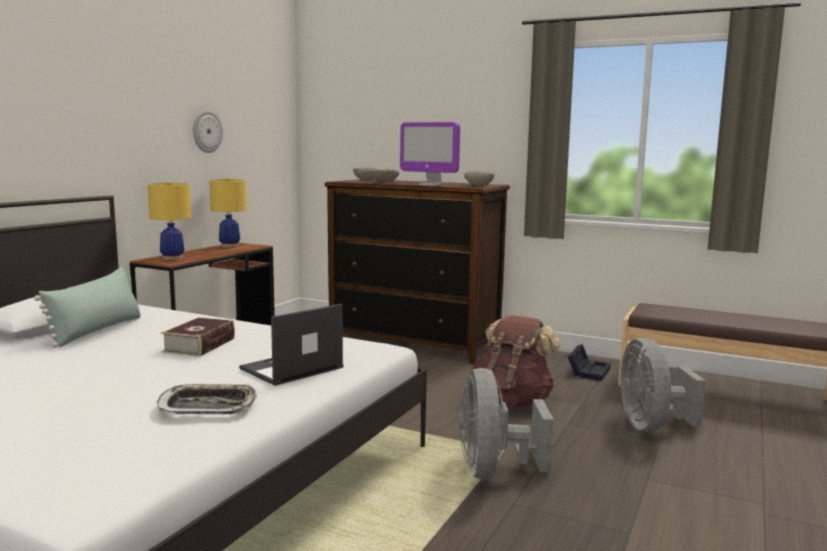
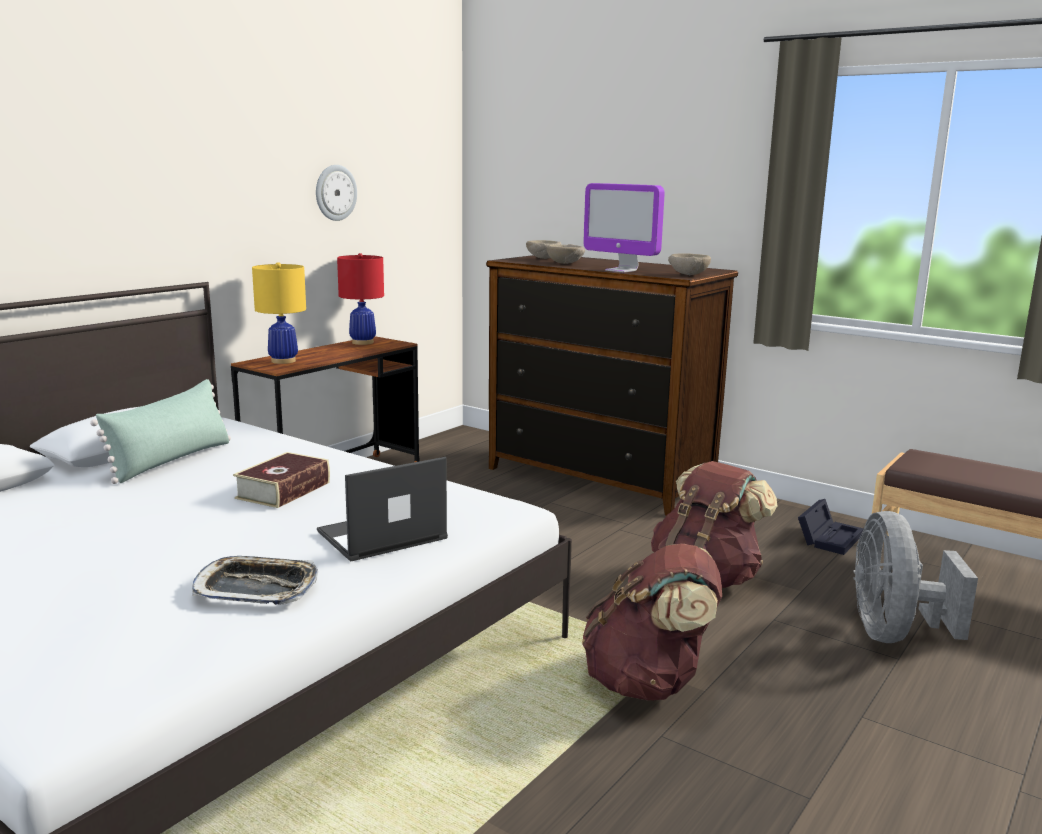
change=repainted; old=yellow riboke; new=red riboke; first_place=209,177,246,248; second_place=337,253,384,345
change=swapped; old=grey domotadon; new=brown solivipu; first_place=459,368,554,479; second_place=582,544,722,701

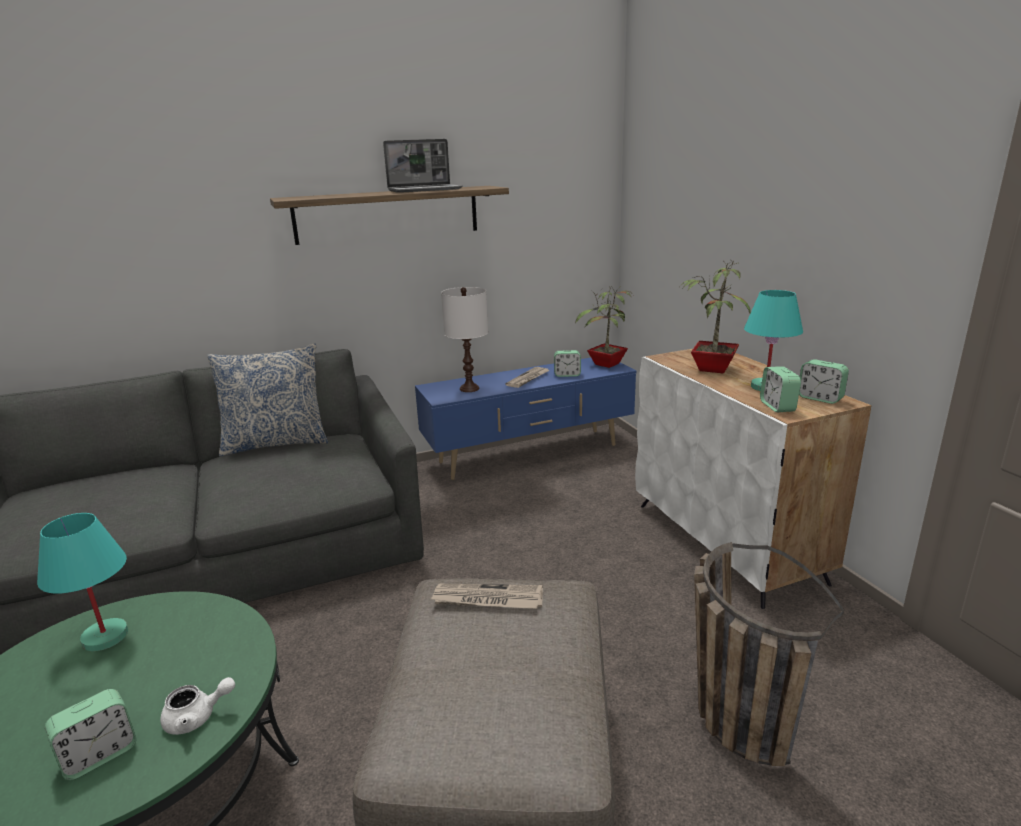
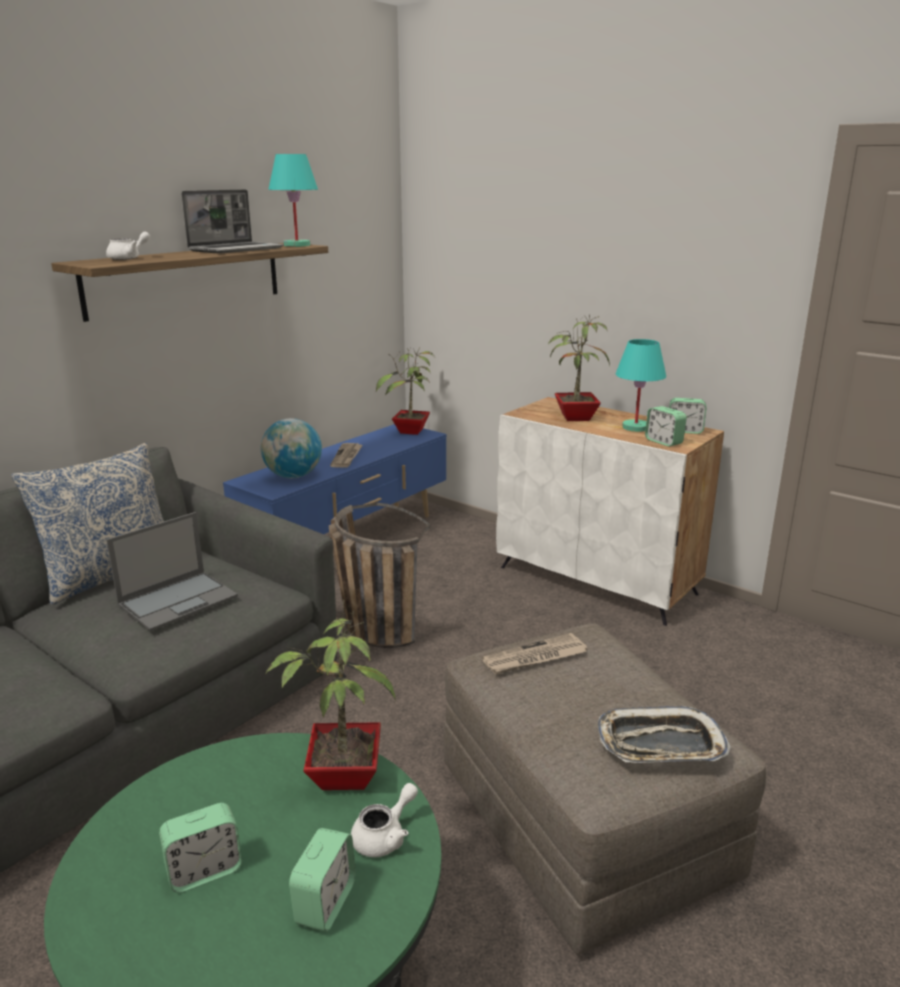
change=swapped; old=white riboke; new=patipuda; first_place=441,287,488,392; second_place=261,418,322,478
change=shifted; old=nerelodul; first_place=554,350,581,377; second_place=159,803,242,893
change=shifted; old=turquoise riboke; first_place=37,513,128,651; second_place=268,154,318,247
change=shifted; old=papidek; first_place=694,542,844,766; second_place=329,503,431,648
change=new; new=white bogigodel; second_place=106,232,150,260
change=new; new=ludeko; second_place=106,512,238,632
change=new; new=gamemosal; second_place=265,599,395,790
change=new; new=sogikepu; second_place=598,706,731,763

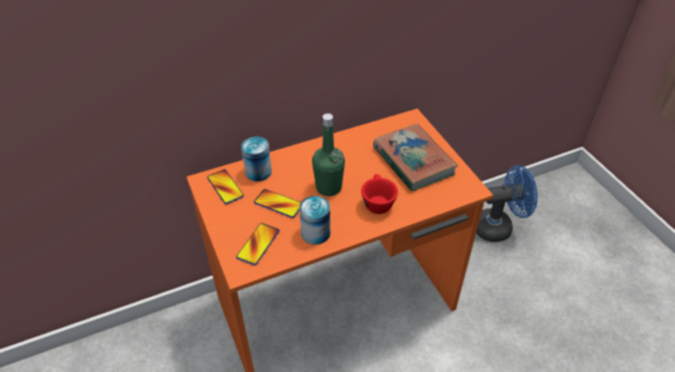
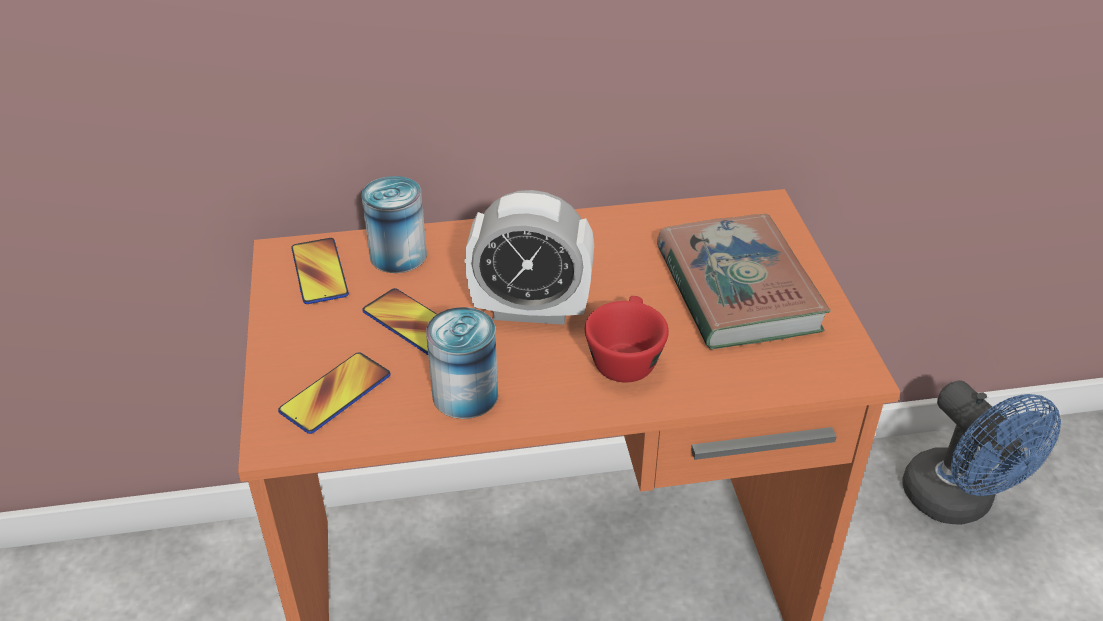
change=swapped; old=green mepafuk; new=nerelodul; first_place=312,113,345,196; second_place=465,190,594,325
change=rotated; old=blue domotadon; first_place=476,165,538,242; second_place=902,380,1061,525; degrees=60

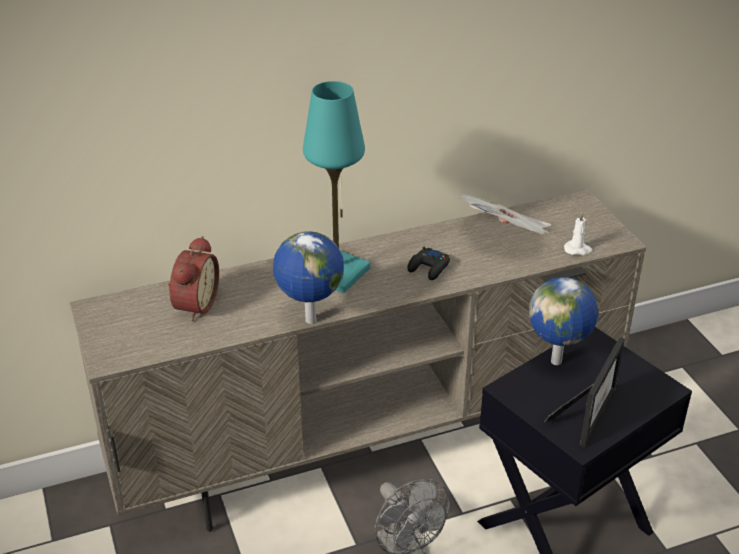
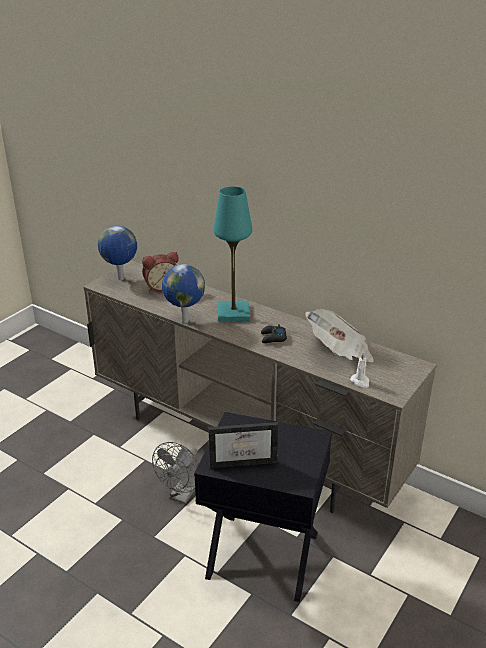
change=shifted; old=patipuda; first_place=529,277,599,365; second_place=98,226,137,280

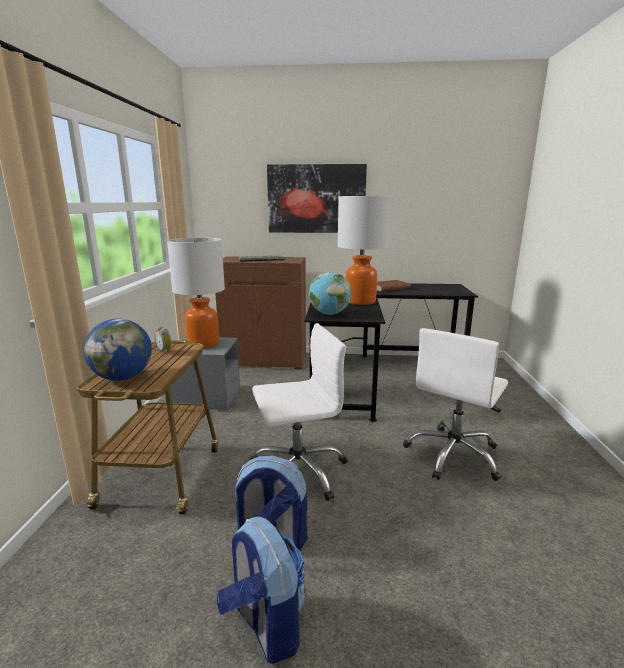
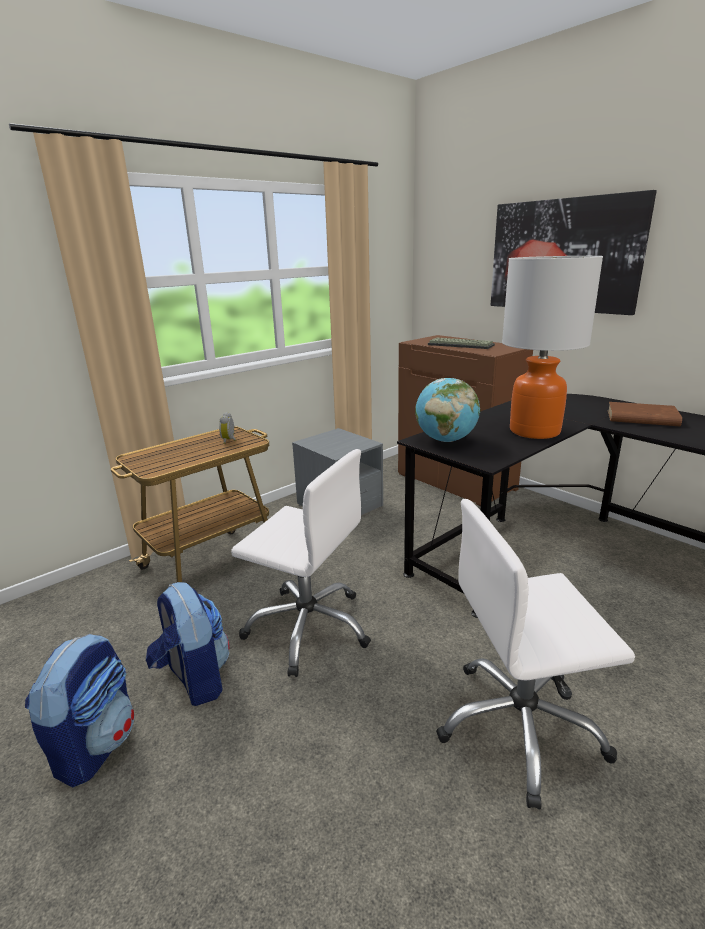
change=gone; old=riboke; first_place=167,238,225,348
change=gone; old=patipuda; first_place=83,319,152,381

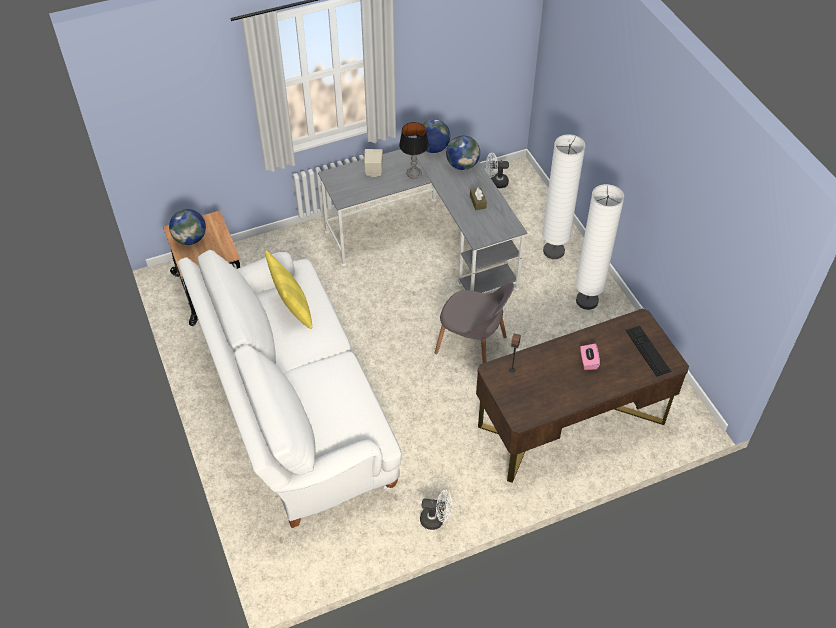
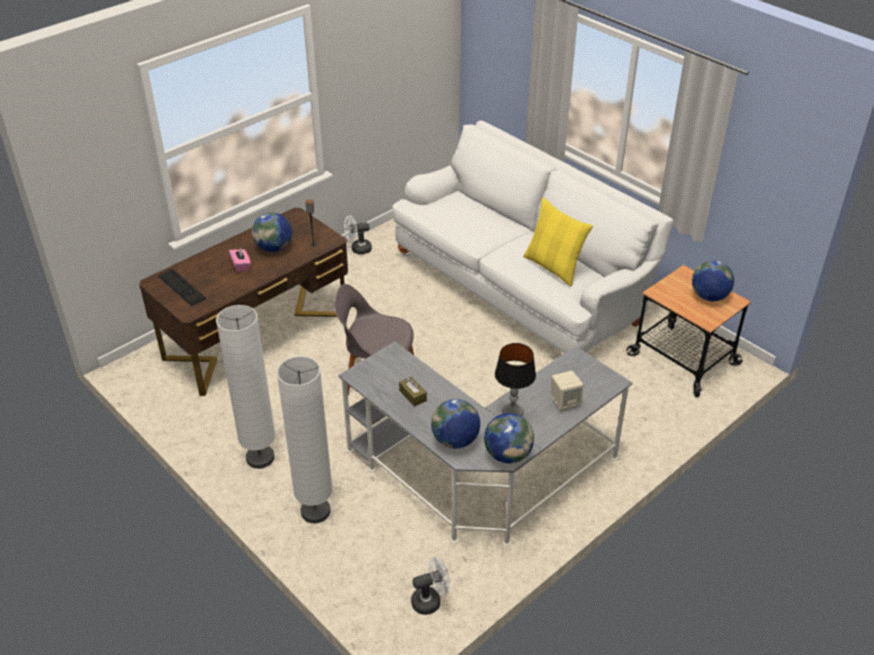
change=new; new=patipuda; second_place=252,212,292,252

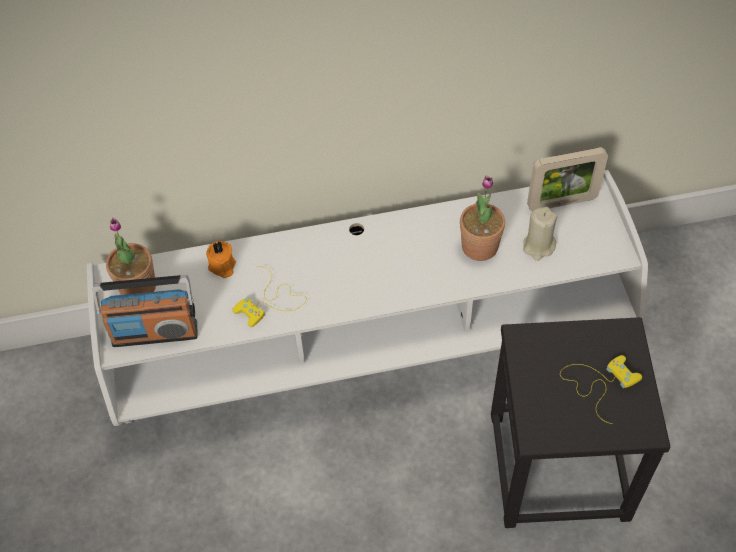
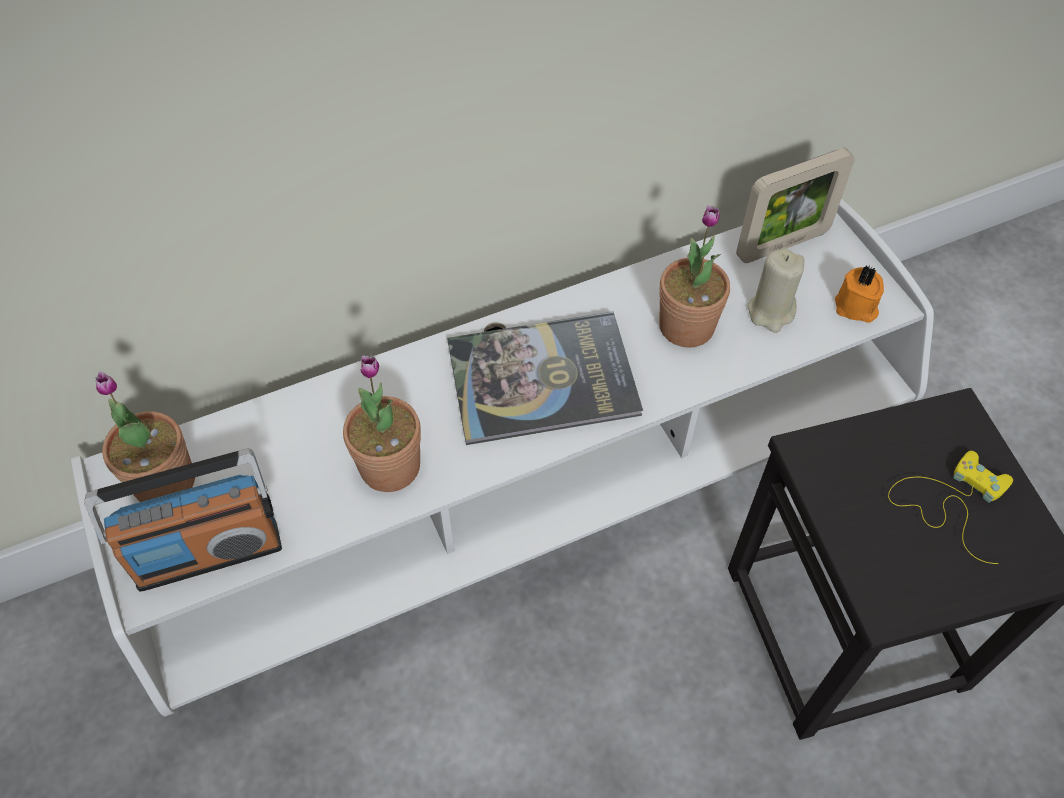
change=shifted; old=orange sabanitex; first_place=206,241,236,278; second_place=835,265,884,323
change=swapped; old=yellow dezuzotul; new=gamemosal; first_place=232,266,307,327; second_place=343,356,421,492
change=new; new=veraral; second_place=447,312,643,445

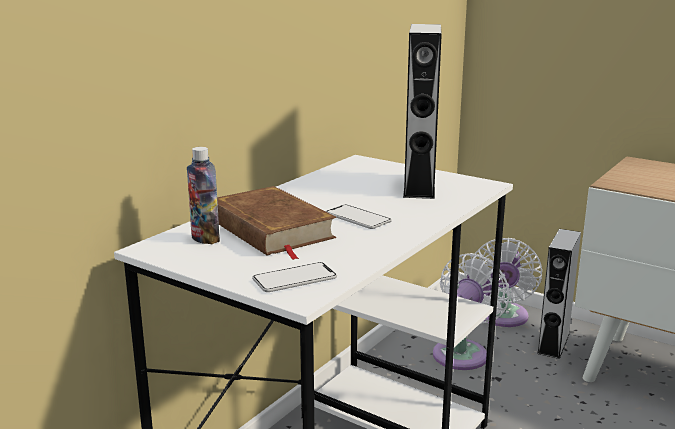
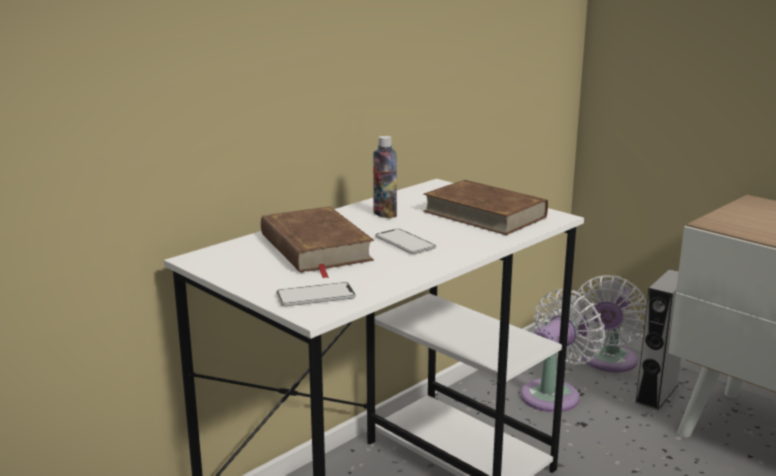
change=swapped; old=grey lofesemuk; new=brown veraral; first_place=403,24,442,199; second_place=423,180,548,235
change=shifted; old=mepafuk; first_place=187,147,220,244; second_place=373,136,397,218

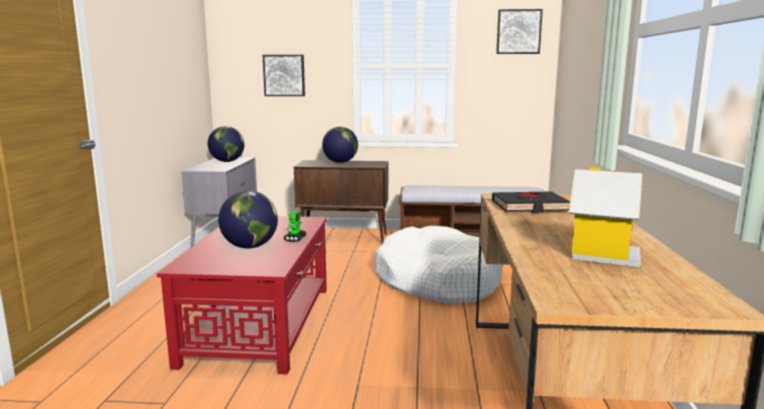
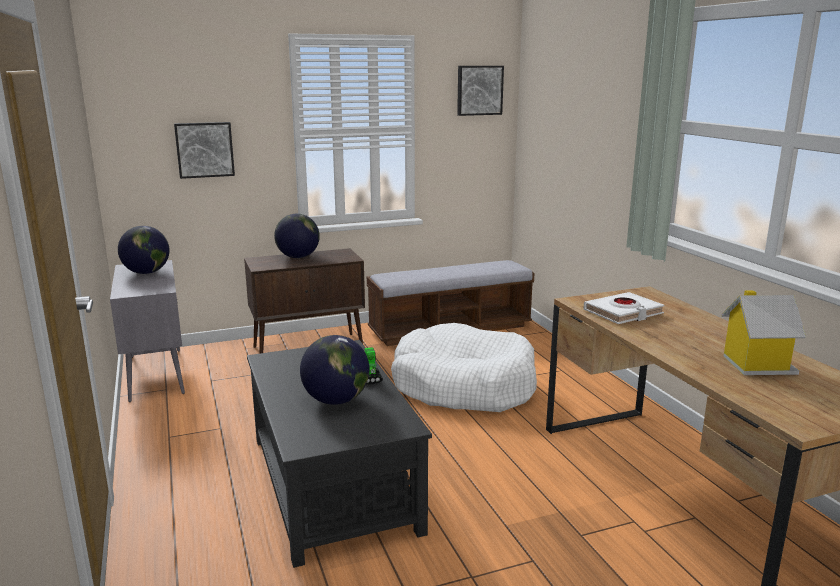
change=repainted; old=black veraral; new=white veraral; first_place=492,192,570,213; second_place=583,292,664,324
change=repainted; old=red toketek; new=black toketek; first_place=157,216,327,375; second_place=247,340,432,568

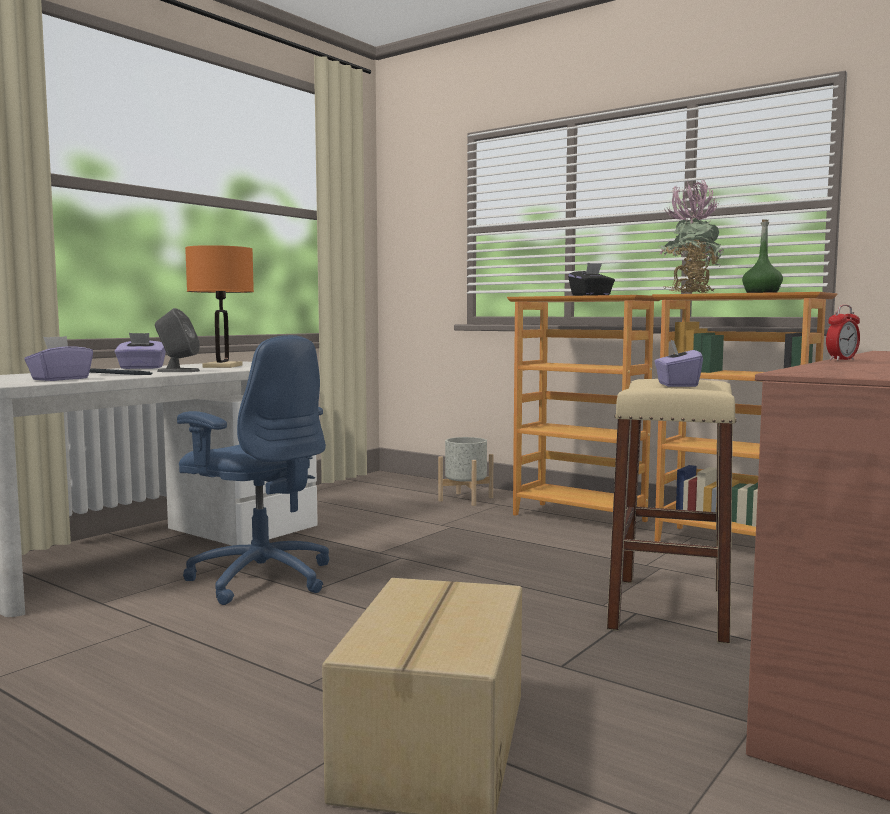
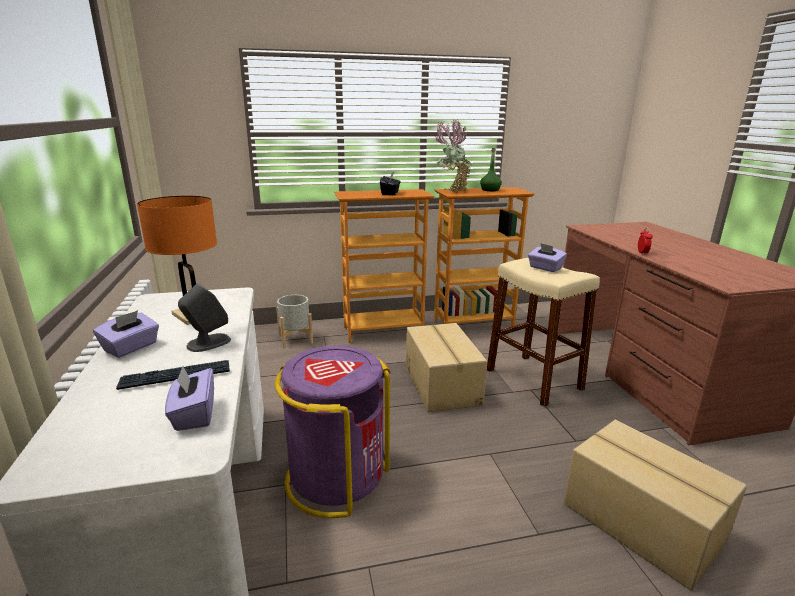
change=swapped; old=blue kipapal; new=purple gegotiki; first_place=177,335,329,605; second_place=275,345,391,518
change=new; new=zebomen; second_place=406,323,487,412

